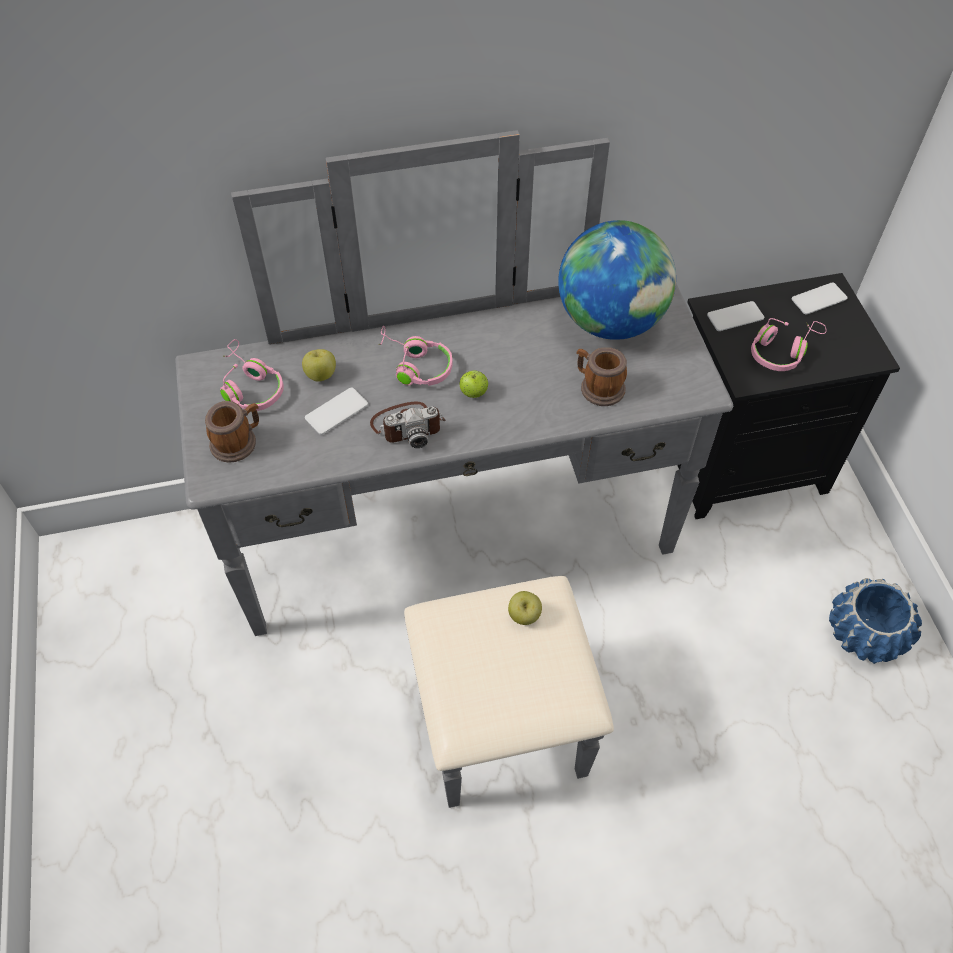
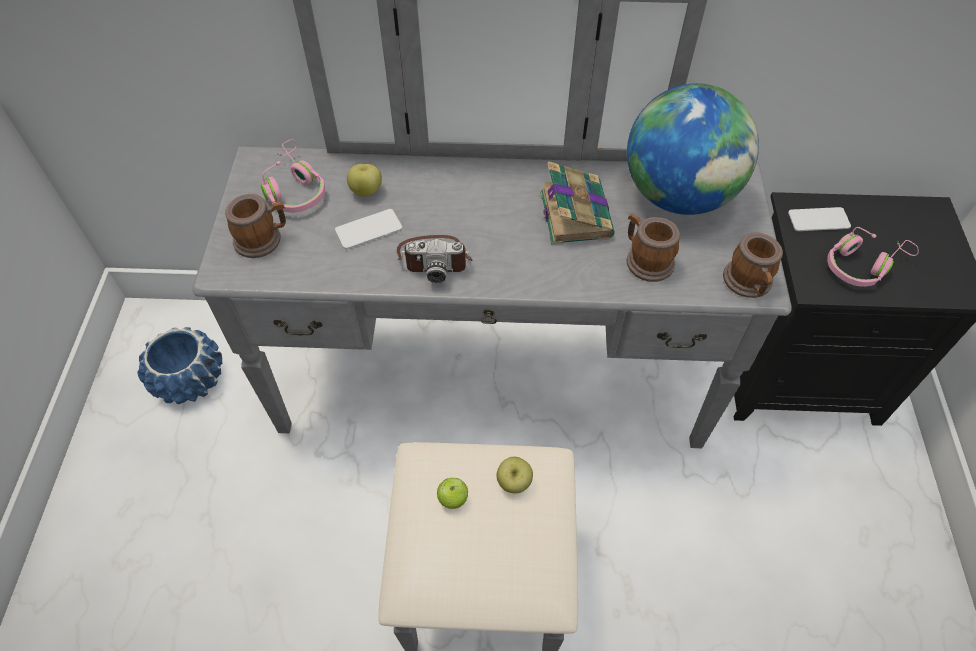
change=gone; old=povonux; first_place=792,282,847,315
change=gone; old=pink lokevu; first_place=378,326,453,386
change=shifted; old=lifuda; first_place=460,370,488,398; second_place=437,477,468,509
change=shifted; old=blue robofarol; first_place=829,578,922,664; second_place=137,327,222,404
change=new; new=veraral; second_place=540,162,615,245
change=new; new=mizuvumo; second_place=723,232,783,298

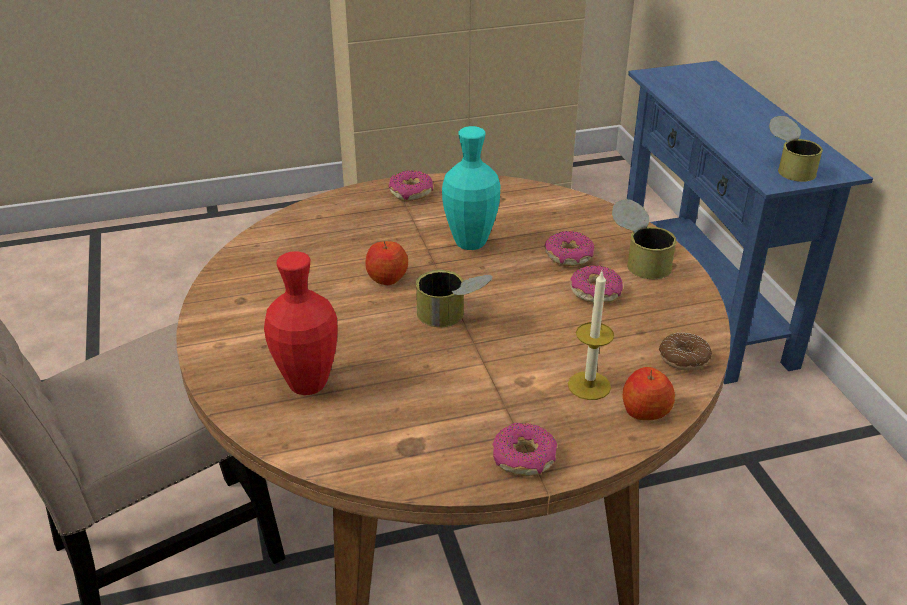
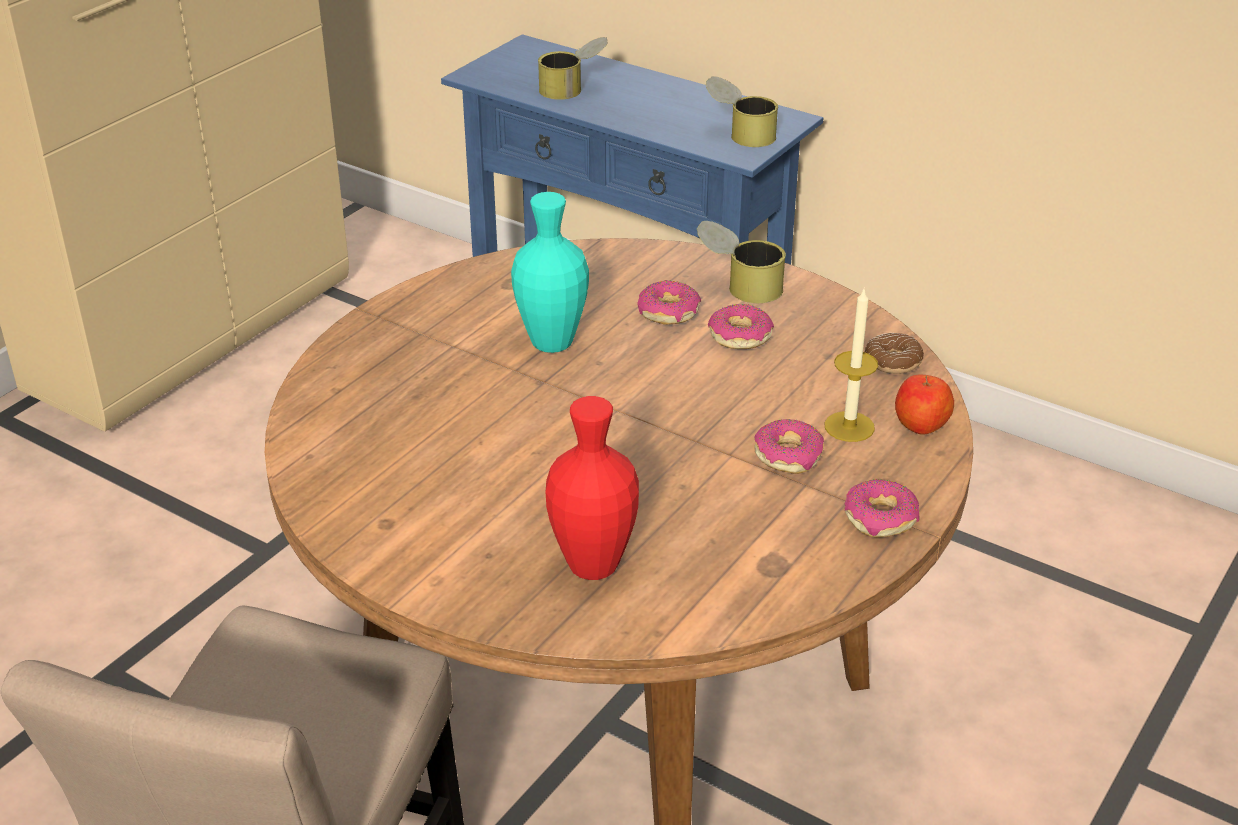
change=shifted; old=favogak; first_place=389,170,433,202; second_place=754,419,824,474
change=gone; old=lifuda; first_place=365,241,408,285
change=shifted; old=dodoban; first_place=416,270,493,327; second_place=538,37,608,100

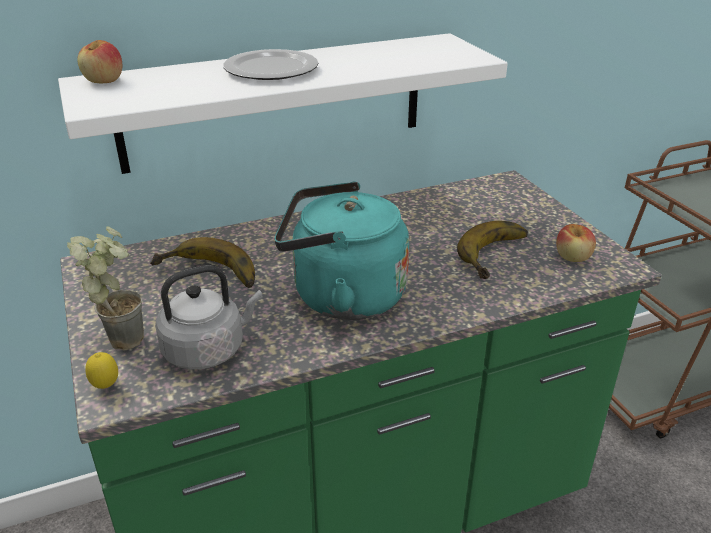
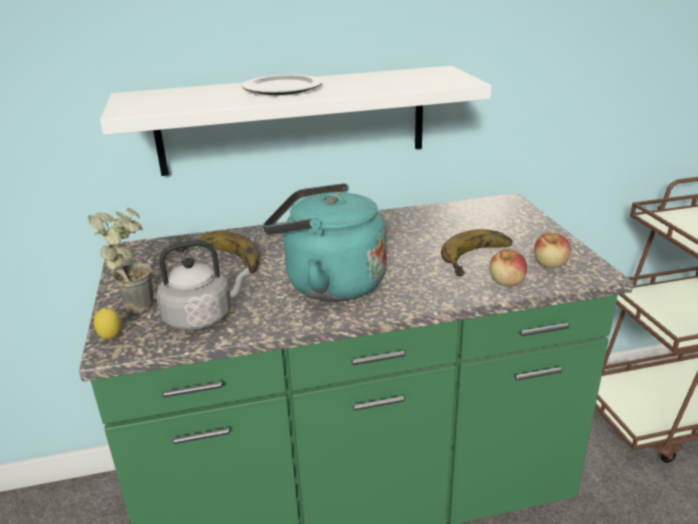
change=shifted; old=lifuda; first_place=77,40,122,83; second_place=490,249,527,286

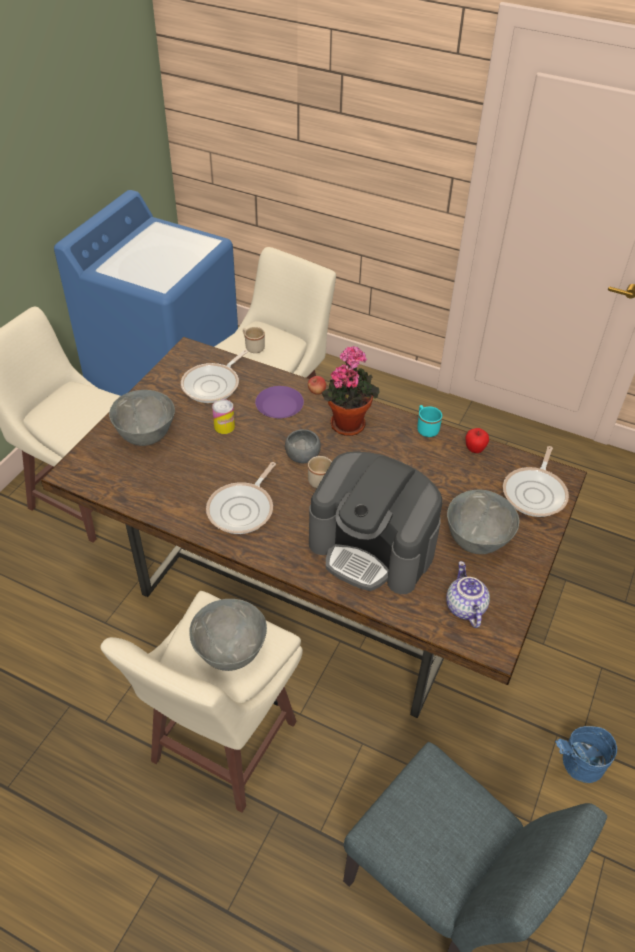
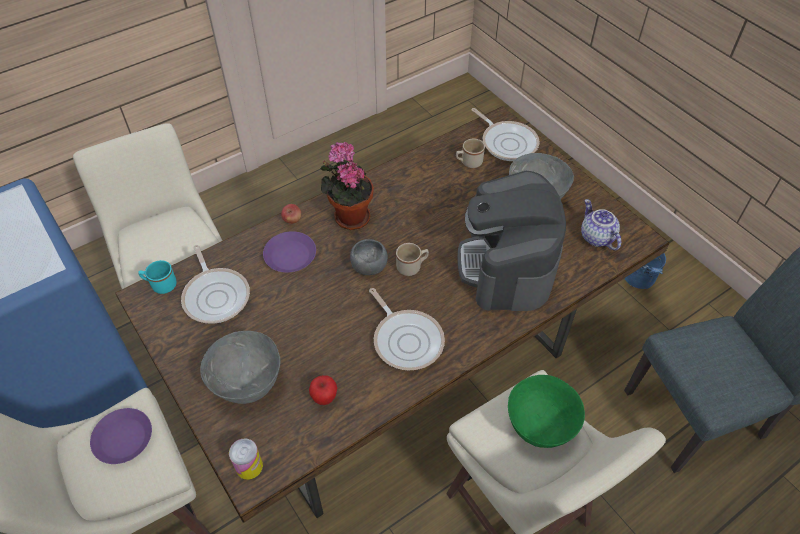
change=shifted; old=beige mizuvumo; first_place=243,327,265,353; second_place=456,138,485,168
change=shifted; old=dodoban; first_place=212,399,235,434; second_place=229,438,263,480
change=shifted; old=turquoise mizuvumo; first_place=417,405,442,437; second_place=138,260,177,294
change=shifted; old=lifuda; first_place=465,428,489,453; second_place=309,375,337,405
change=rotated; old=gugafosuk; first_place=309,452,442,594; second_place=457,171,566,311; degrees=120
change=rotated; old=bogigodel; first_place=446,561,490,628; second_place=581,199,621,251; degrees=45
change=repainted; old=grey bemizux; new=green bemizux; first_place=189,599,267,671; second_place=508,375,585,448
change=new; new=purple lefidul; second_place=90,408,152,464

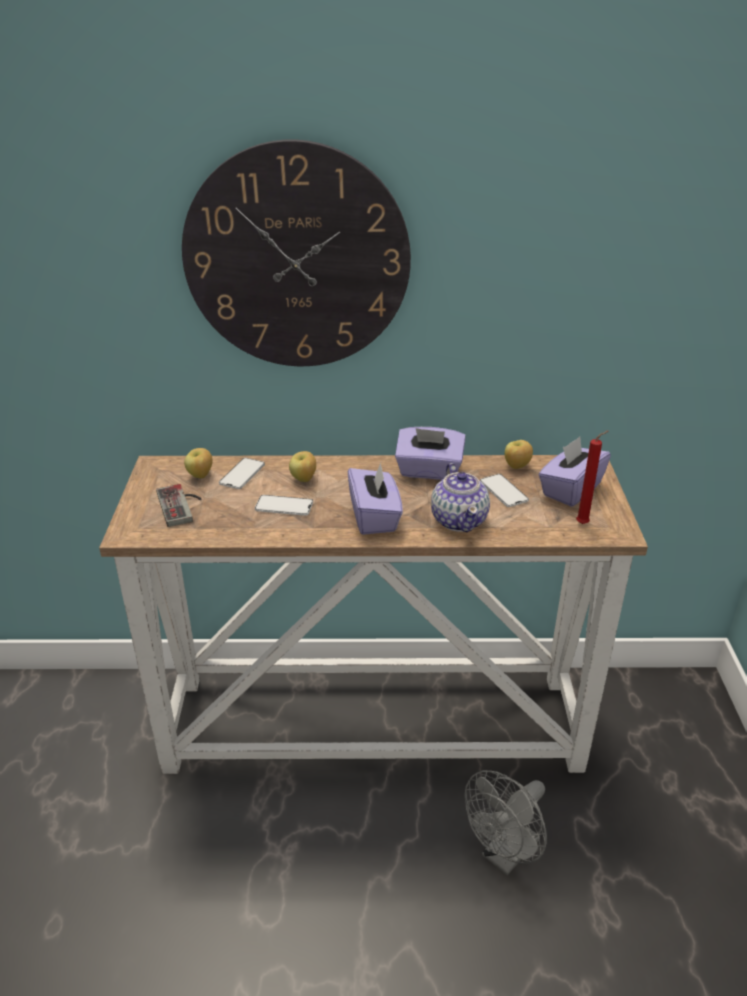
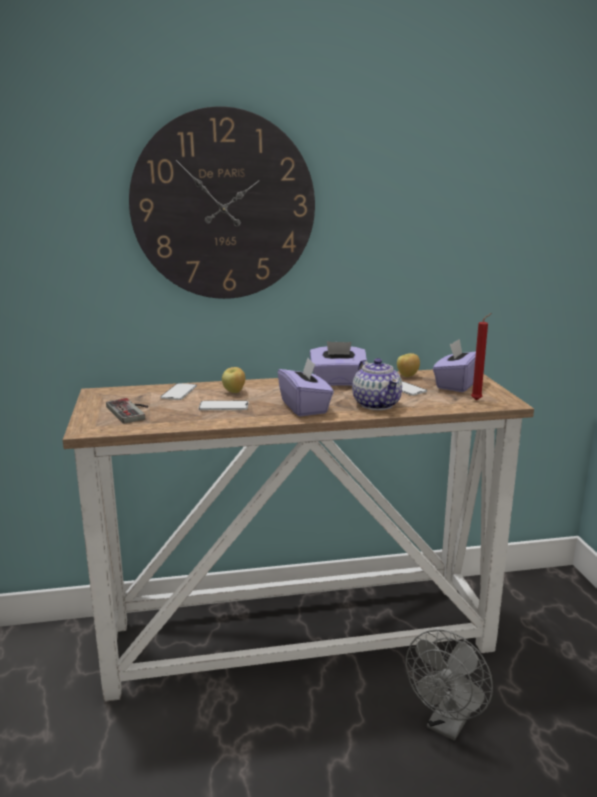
change=gone; old=lifuda; first_place=184,448,212,478

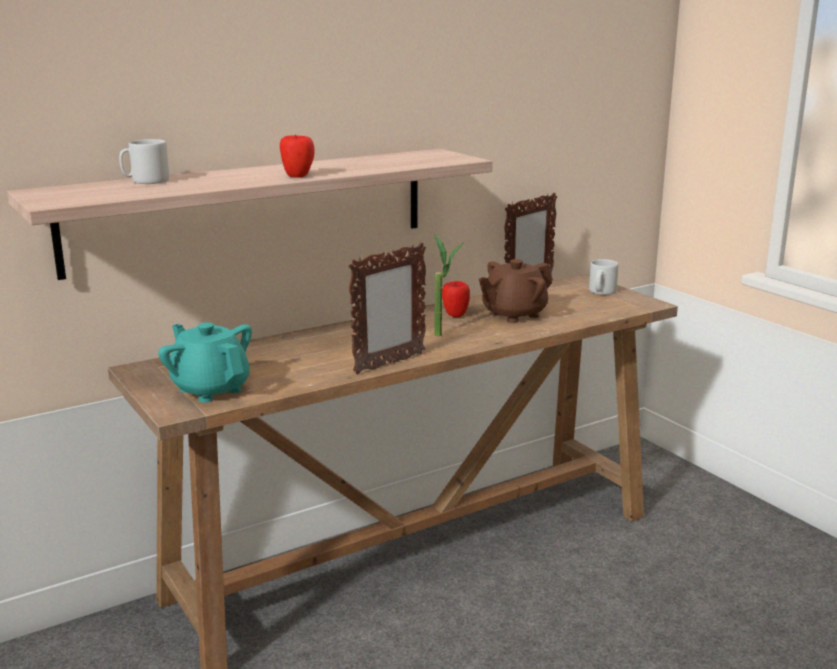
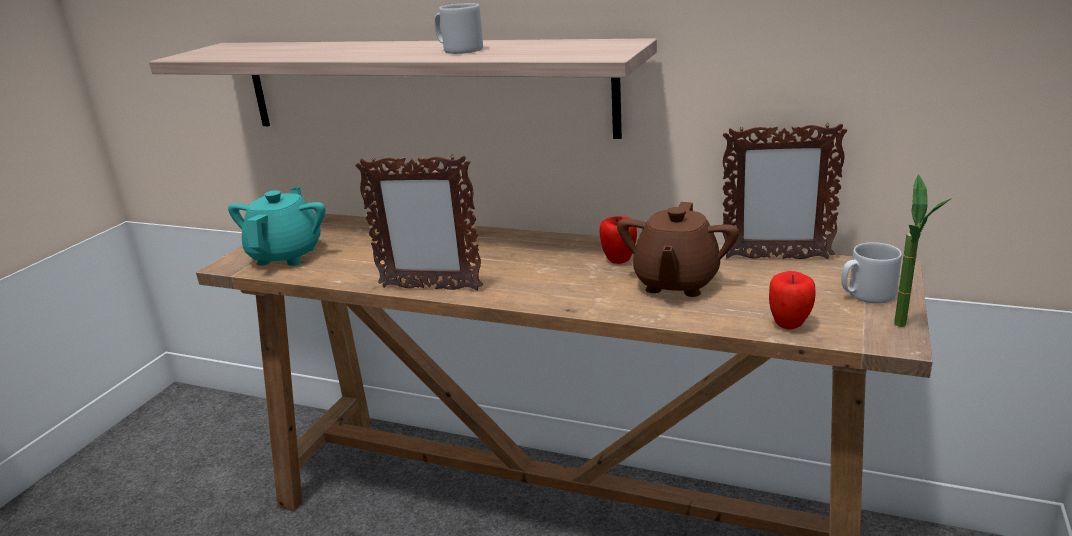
change=shifted; old=lifuda; first_place=280,135,315,178; second_place=769,271,816,330
change=shifted; old=grey mizuvumo; first_place=119,139,169,184; second_place=434,3,483,54
change=shifted; old=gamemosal; first_place=434,235,463,336; second_place=894,174,952,327
change=rotated; old=brown bogigodel; first_place=479,259,552,323; second_place=617,202,739,297; degrees=-90

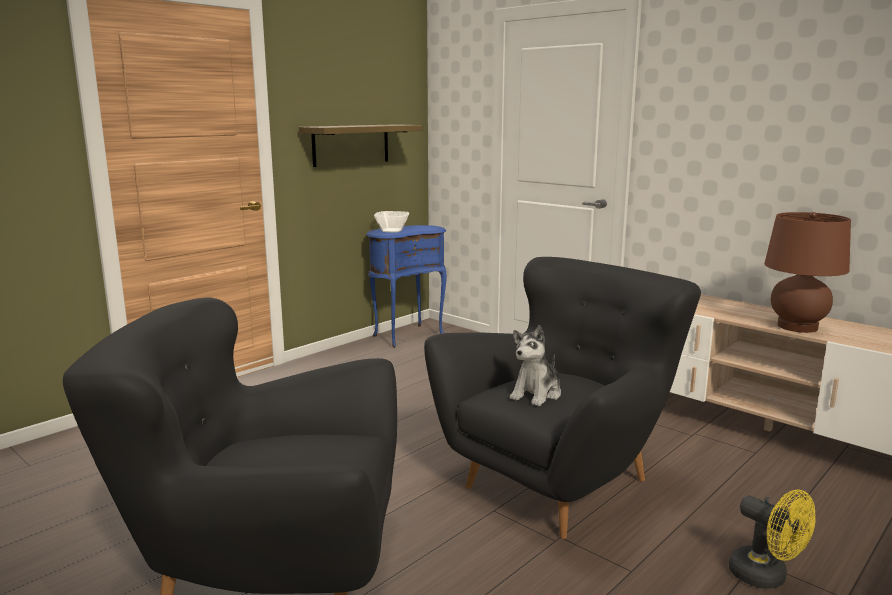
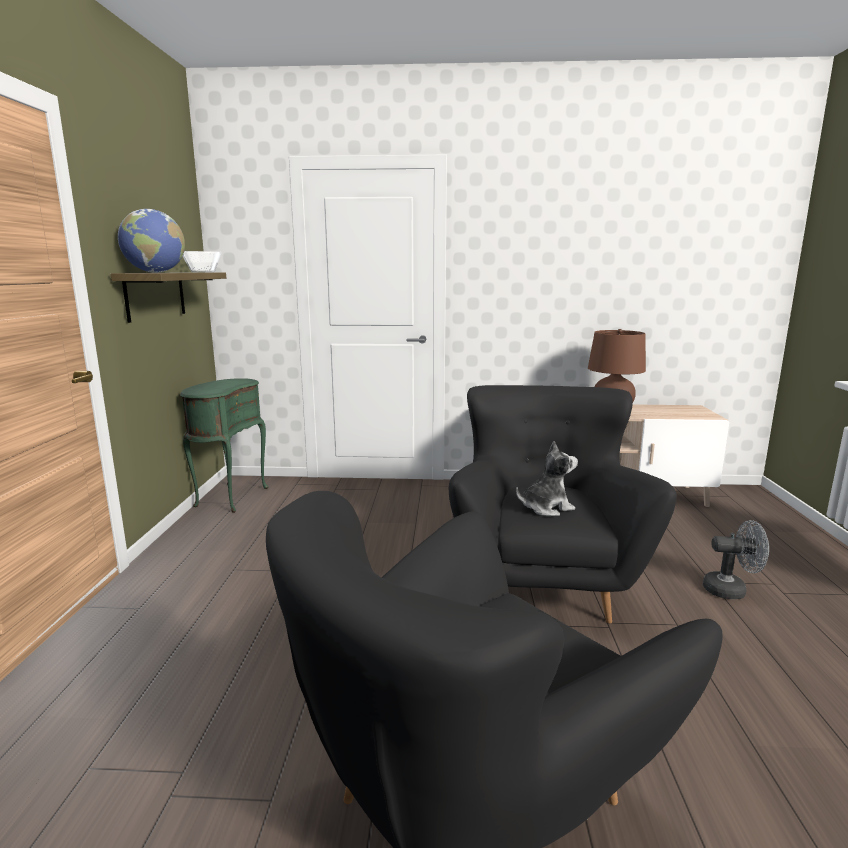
change=shifted; old=bemizux; first_place=374,211,409,232; second_place=183,251,221,272
change=repainted; old=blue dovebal; new=green dovebal; first_place=366,225,447,348; second_place=180,378,268,513
change=rotated; old=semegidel; first_place=510,325,561,406; second_place=516,441,578,516; degrees=-105
change=repainted; old=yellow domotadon; new=grey domotadon; first_place=729,489,816,589; second_place=703,520,769,599
change=new; new=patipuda; second_place=118,209,185,273

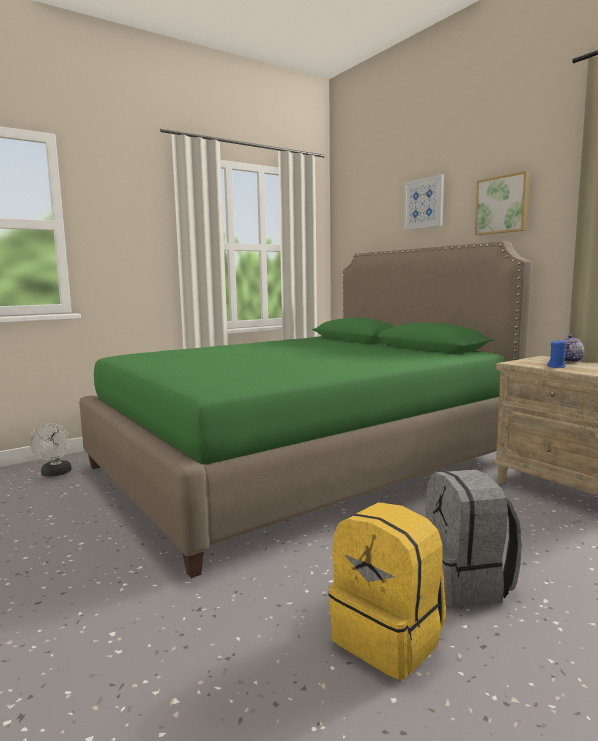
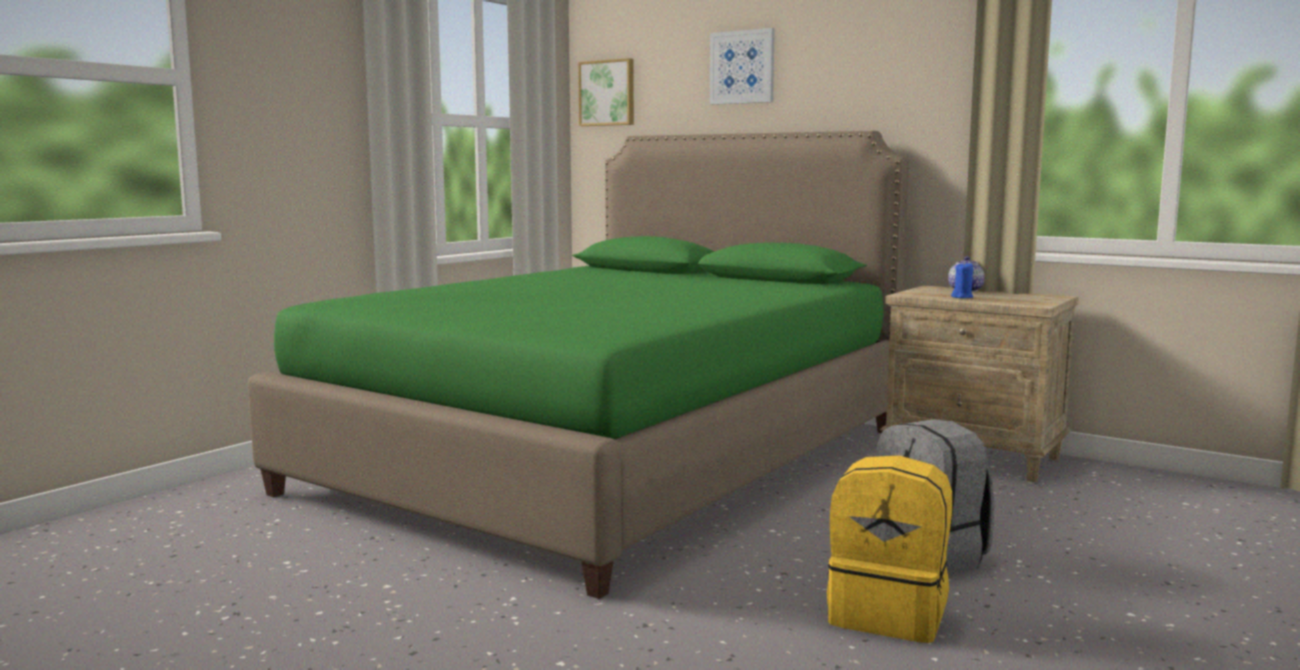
change=shifted; old=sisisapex; first_place=475,171,530,235; second_place=578,58,634,126
change=gone; old=white domotadon; first_place=29,423,72,477

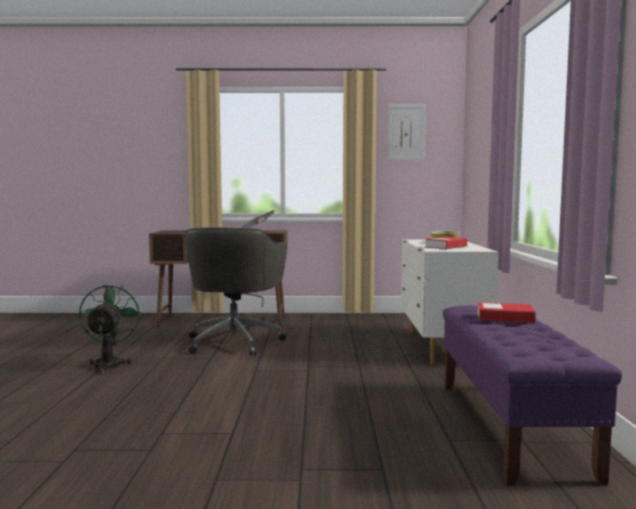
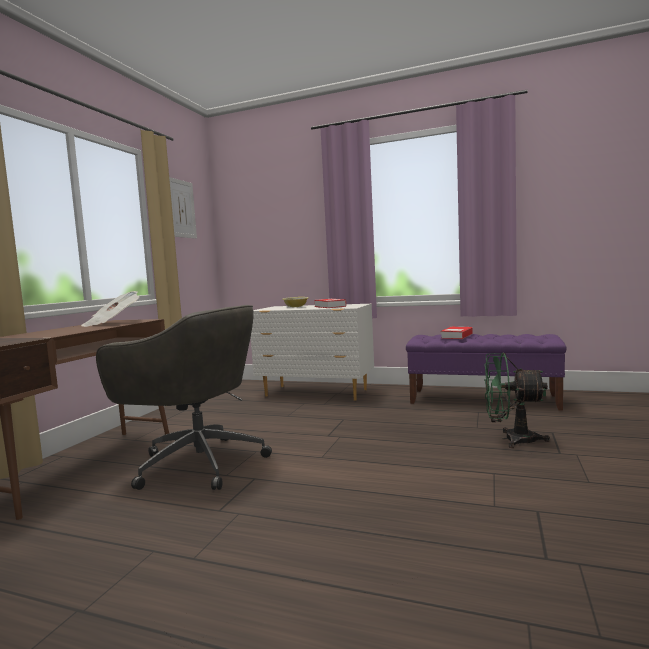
change=shifted; old=green domotadon; first_place=79,285,142,375; second_place=484,353,550,448

